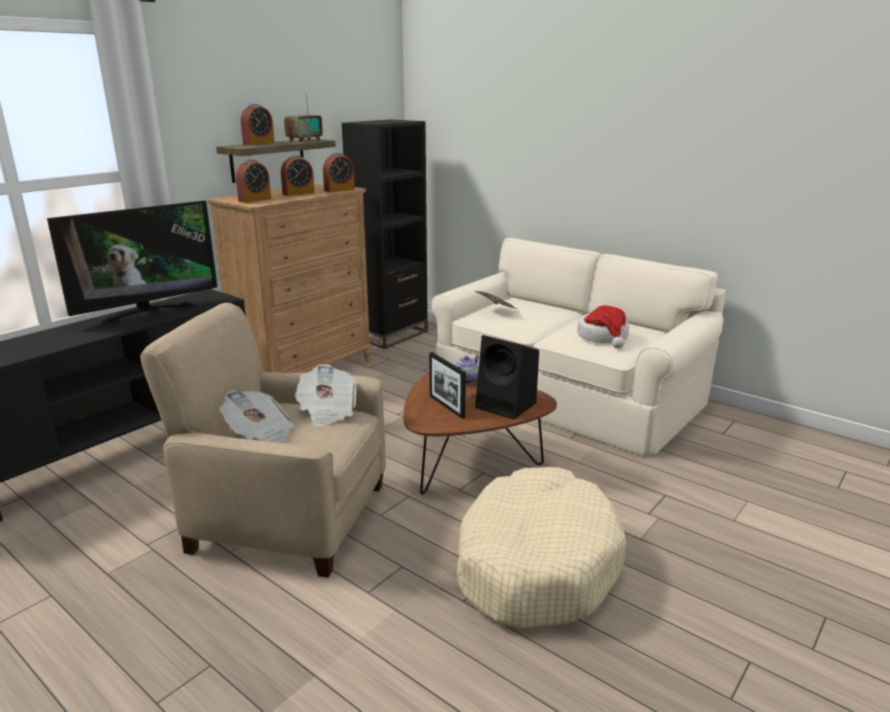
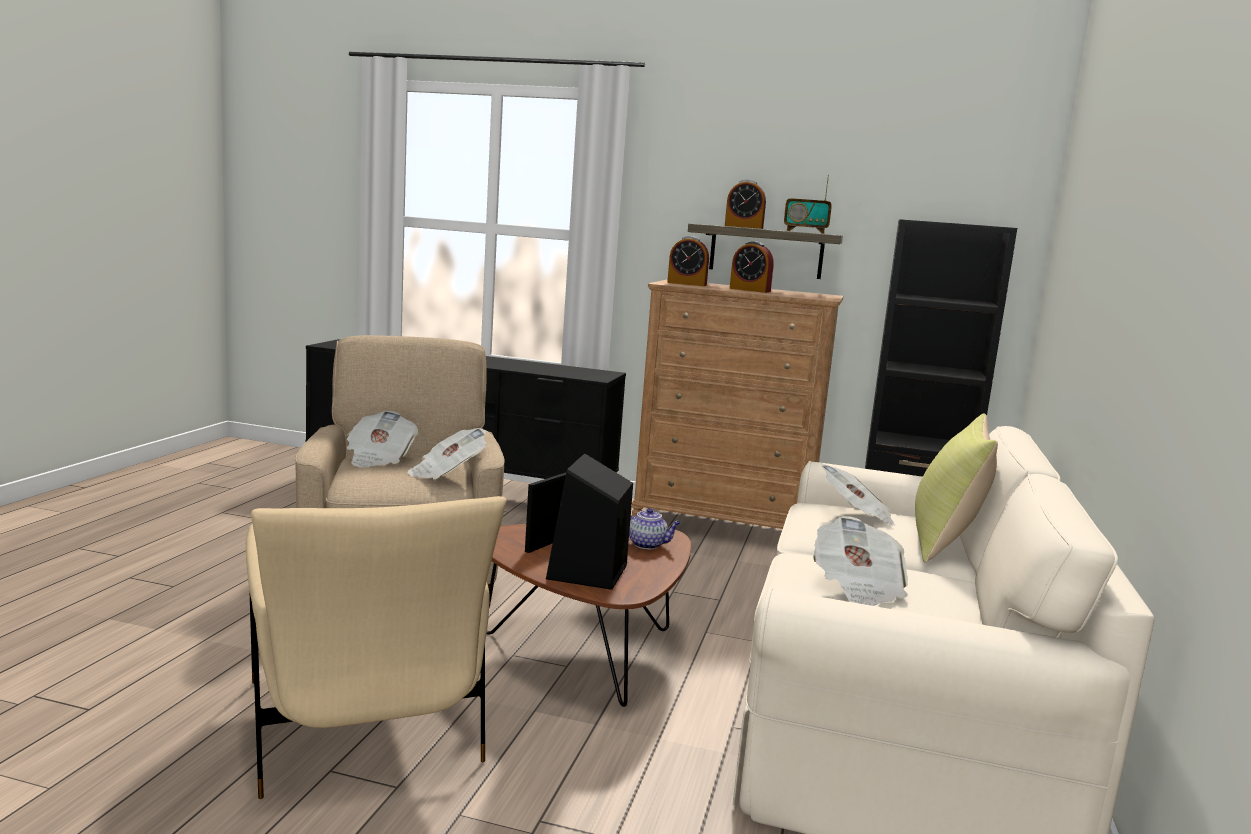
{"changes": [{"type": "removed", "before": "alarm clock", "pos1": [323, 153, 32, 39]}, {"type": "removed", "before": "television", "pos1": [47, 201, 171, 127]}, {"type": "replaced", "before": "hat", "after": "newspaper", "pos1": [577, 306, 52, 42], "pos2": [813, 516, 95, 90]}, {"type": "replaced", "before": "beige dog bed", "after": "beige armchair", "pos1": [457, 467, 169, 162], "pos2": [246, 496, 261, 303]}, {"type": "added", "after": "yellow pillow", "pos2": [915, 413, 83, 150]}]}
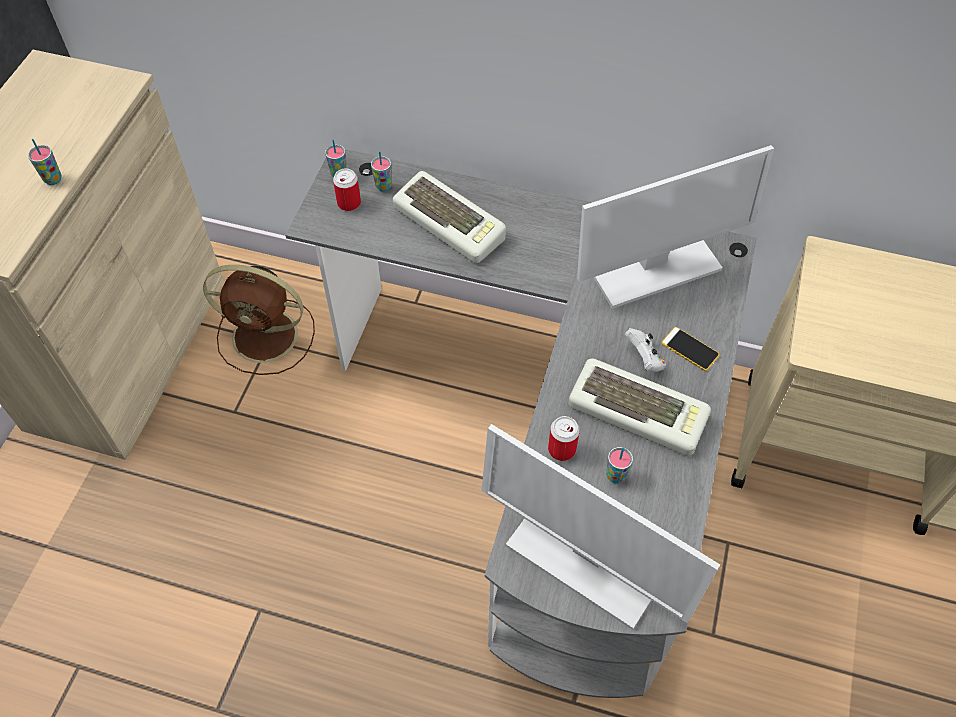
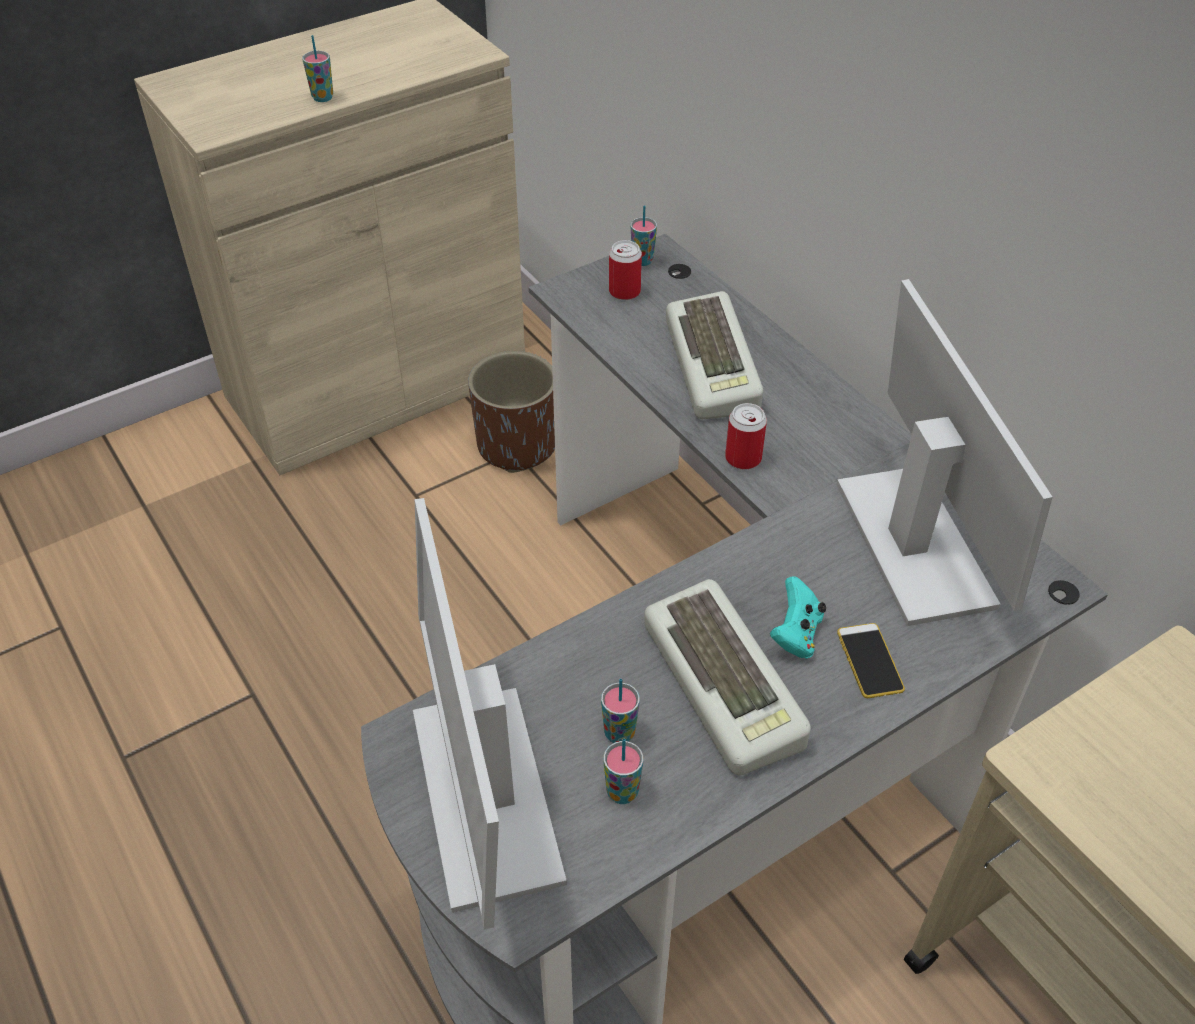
{"changes": [{"type": "turned", "before": "monitor", "pos1": [577, 145, 197, 164], "pos2": [836, 279, 217, 347], "turn": -120}, {"type": "moved", "before": "cup", "pos1": [371, 151, 21, 40], "pos2": [604, 738, 39, 66]}, {"type": "replaced", "before": "brown fan", "after": "brown planter", "pos1": [203, 265, 112, 110], "pos2": [468, 351, 87, 122]}, {"type": "recoloured", "before": "white game controller", "after": "turquoise game controller", "pos1": [625, 328, 41, 44], "pos2": [770, 576, 56, 83]}, {"type": "moved", "before": "can", "pos1": [548, 416, 32, 45], "pos2": [725, 403, 42, 67]}]}
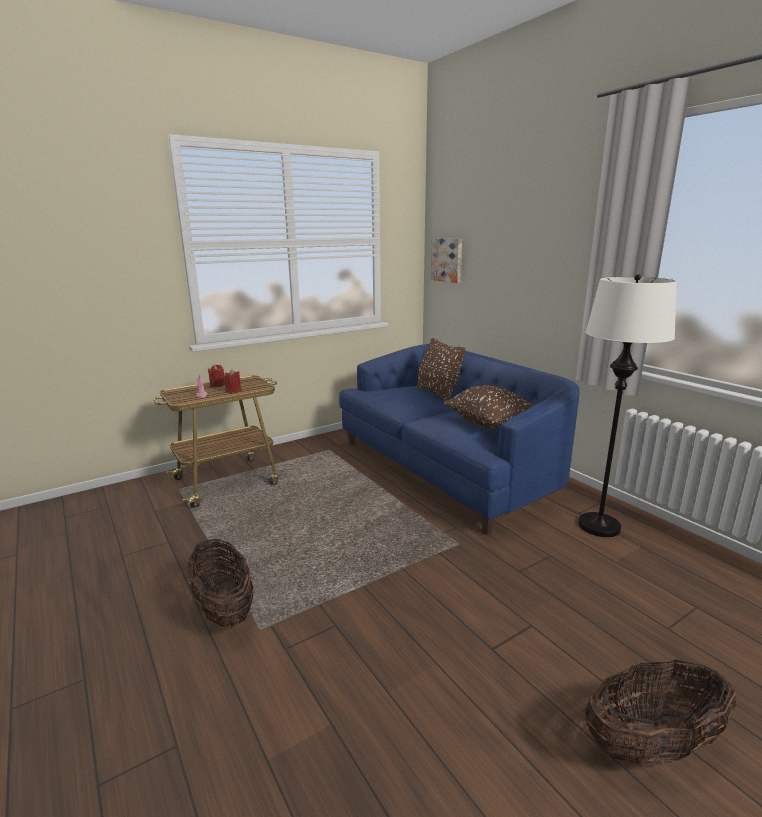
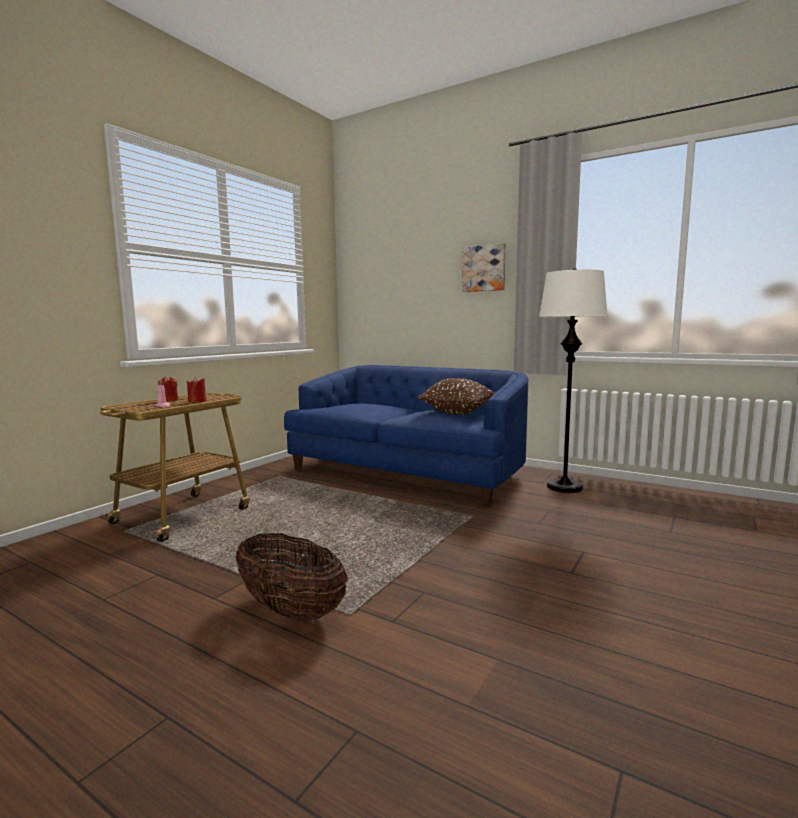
{"changes": [{"type": "moved", "before": "picture", "pos1": [431, 238, 31, 45], "pos2": [462, 243, 44, 49]}, {"type": "removed", "before": "brown pillow", "pos1": [417, 338, 48, 63]}, {"type": "removed", "before": "basket", "pos1": [585, 659, 151, 107]}]}
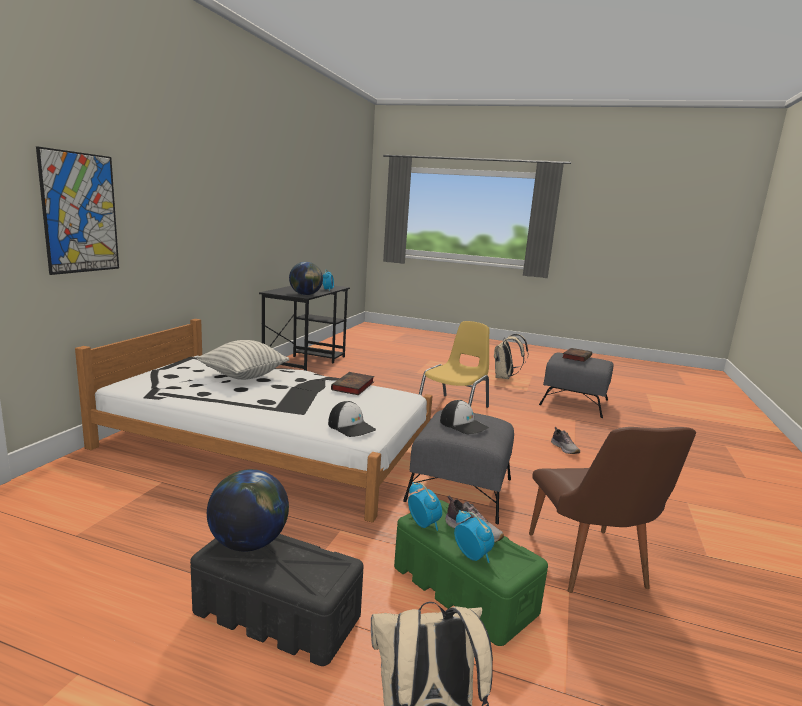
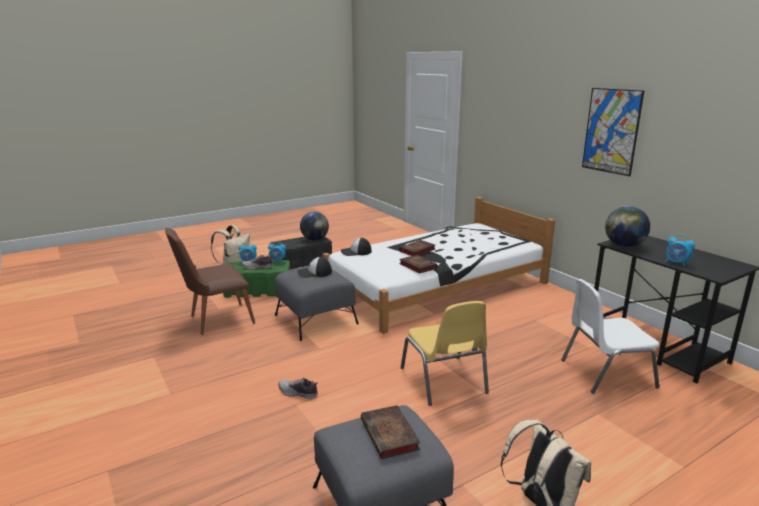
{"changes": [{"type": "moved", "before": "picture", "pos1": [36, 146, 83, 129], "pos2": [582, 88, 62, 88]}, {"type": "removed", "before": "pillow", "pos1": [196, 340, 93, 40]}, {"type": "turned", "before": "brown chair", "pos1": [529, 427, 167, 166], "pos2": [165, 228, 90, 107], "turn": -60}, {"type": "added", "after": "book", "pos2": [399, 240, 36, 16]}, {"type": "added", "after": "white chair", "pos2": [561, 279, 98, 115]}]}
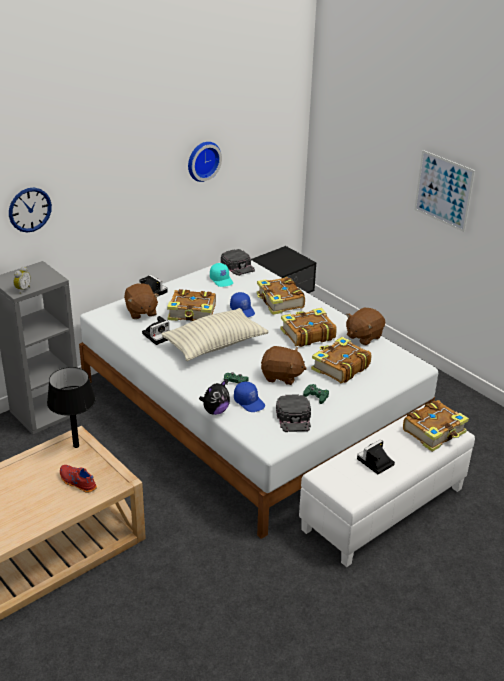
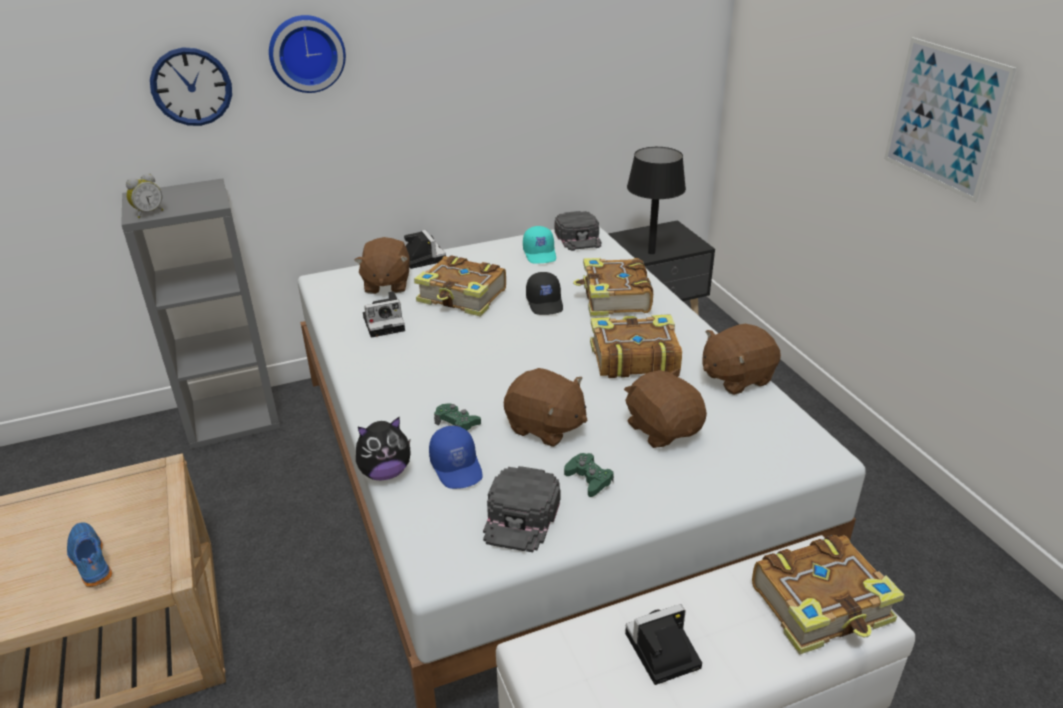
{"changes": [{"type": "moved", "before": "wall clock", "pos1": [188, 142, 34, 40], "pos2": [269, 15, 77, 78]}, {"type": "recoloured", "before": "blue cap", "after": "black cap", "pos1": [230, 292, 25, 25], "pos2": [526, 272, 37, 43]}, {"type": "removed", "before": "pillow", "pos1": [161, 308, 107, 53]}, {"type": "replaced", "before": "book", "after": "brown plush toy", "pos1": [311, 337, 60, 46], "pos2": [624, 368, 83, 80]}, {"type": "moved", "before": "black table lamp", "pos1": [47, 367, 48, 81], "pos2": [627, 147, 59, 107]}, {"type": "recoloured", "before": "red shoe", "after": "blue shoe", "pos1": [60, 465, 37, 28], "pos2": [67, 522, 45, 65]}]}
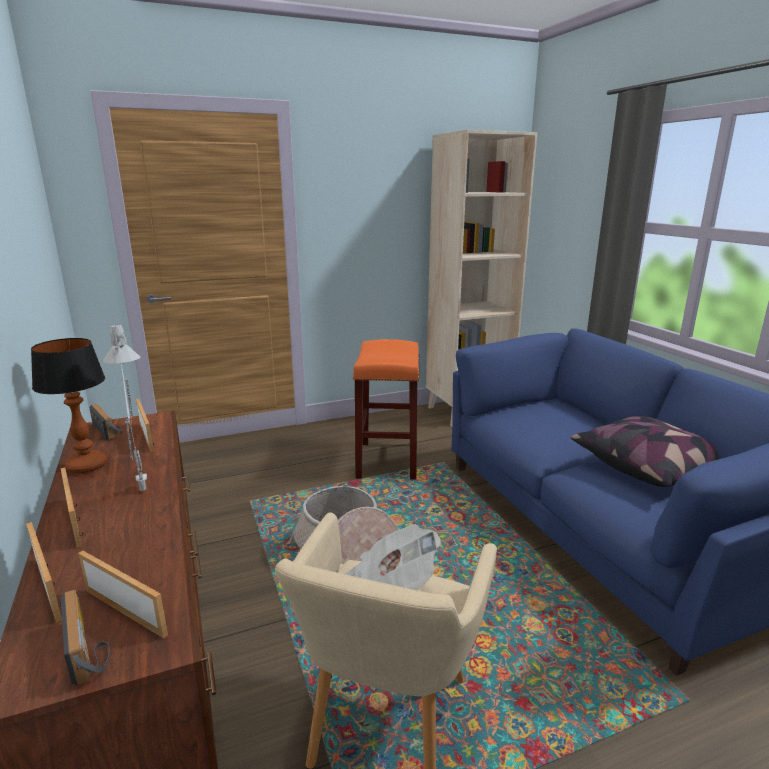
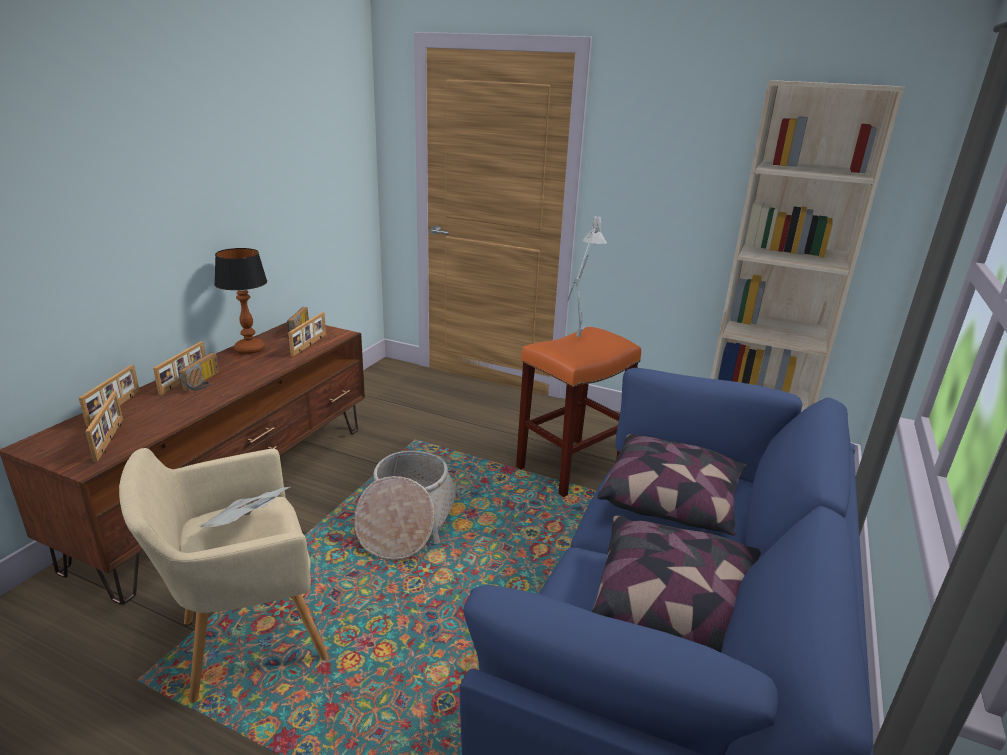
{"changes": [{"type": "moved", "before": "grey table lamp", "pos1": [103, 323, 44, 168], "pos2": [566, 215, 41, 122]}, {"type": "moved", "before": "radio", "pos1": [61, 590, 49, 96], "pos2": [178, 353, 41, 39]}, {"type": "added", "after": "pillow", "pos2": [597, 434, 150, 102]}]}
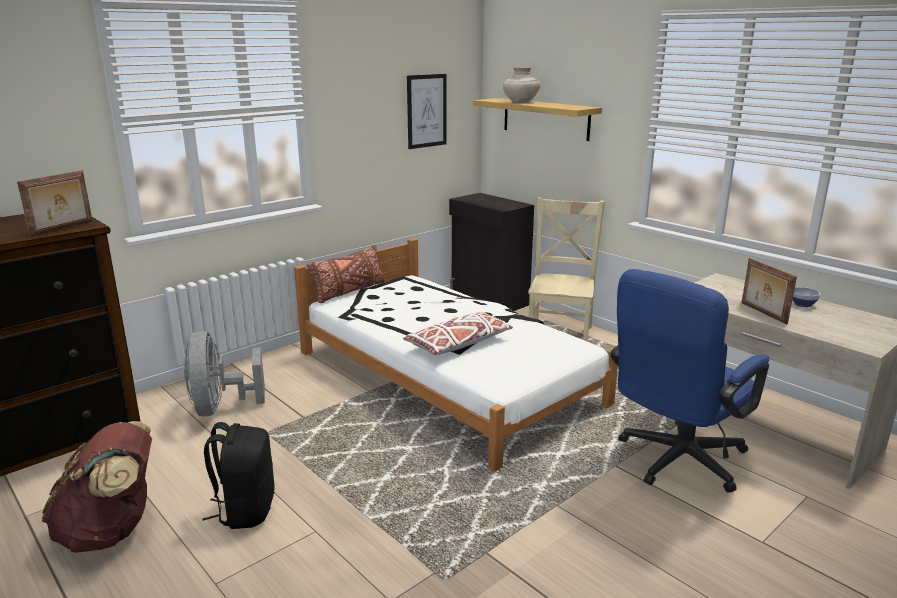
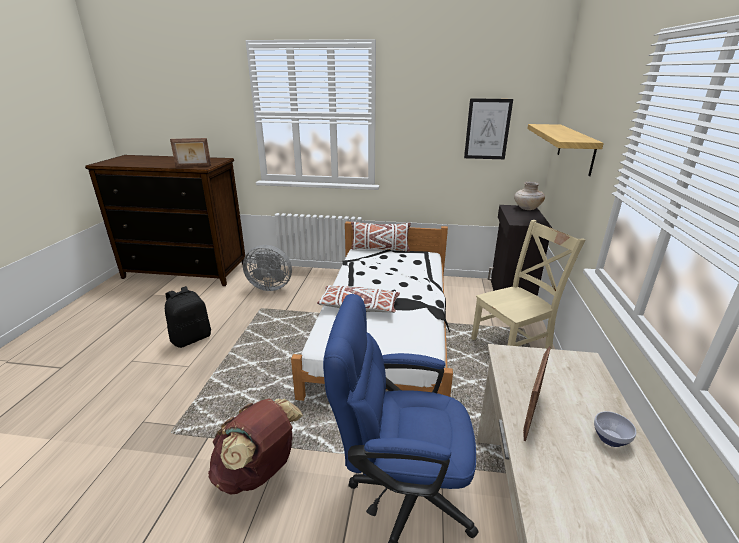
{"changes": [{"type": "moved", "before": "beige vase", "pos1": [503, 67, 37, 36], "pos2": [514, 182, 31, 28]}, {"type": "recoloured", "before": "brown pillow", "after": "white pillow", "pos1": [307, 245, 79, 58], "pos2": [351, 222, 60, 30]}, {"type": "turned", "before": "grey fan", "pos1": [184, 331, 81, 85], "pos2": [243, 245, 49, 46], "turn": -120}, {"type": "moved", "before": "brown backpack", "pos1": [42, 421, 110, 132], "pos2": [208, 398, 95, 97]}]}
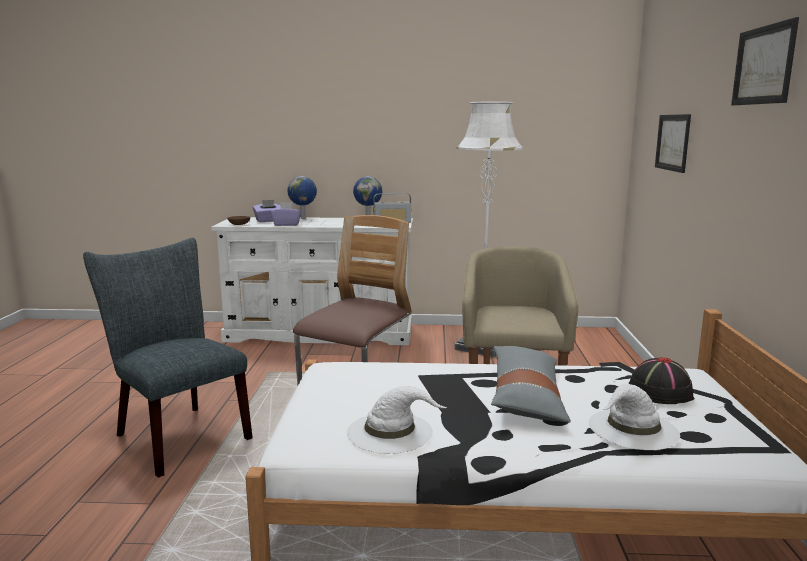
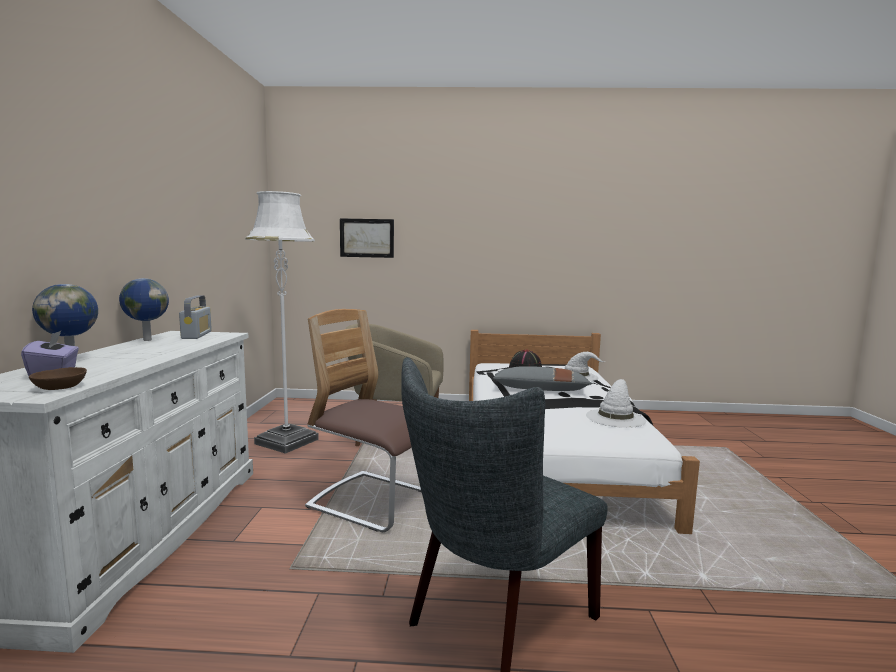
{"changes": [{"type": "removed", "before": "picture", "pos1": [731, 17, 68, 88]}, {"type": "removed", "before": "purple tissue box", "pos1": [271, 202, 30, 24]}]}
